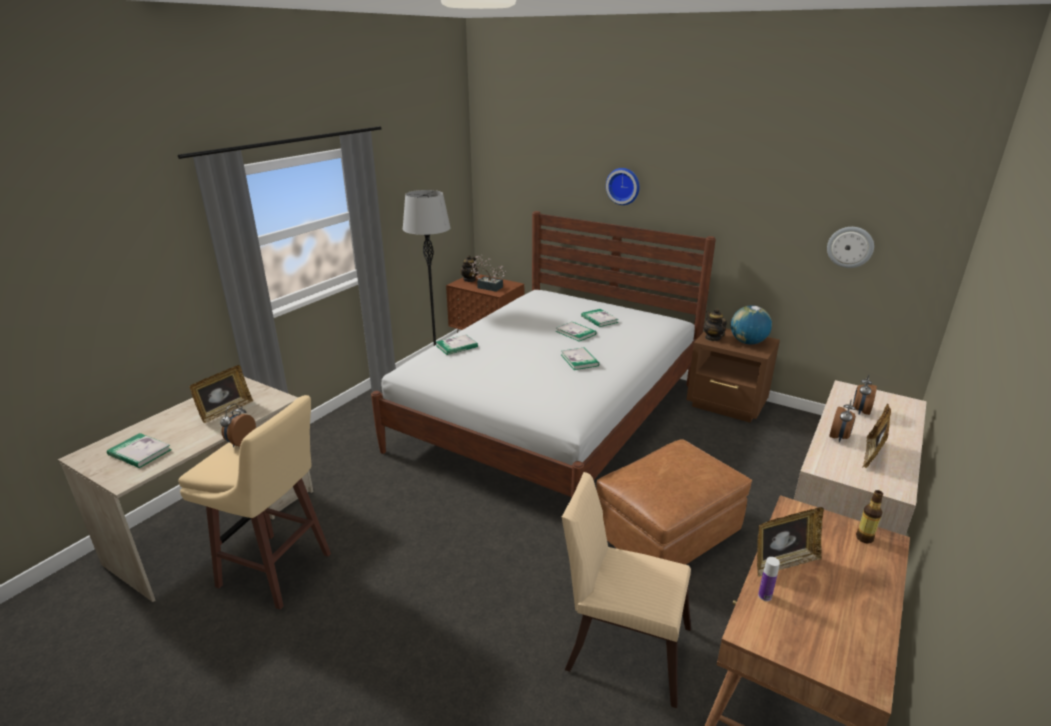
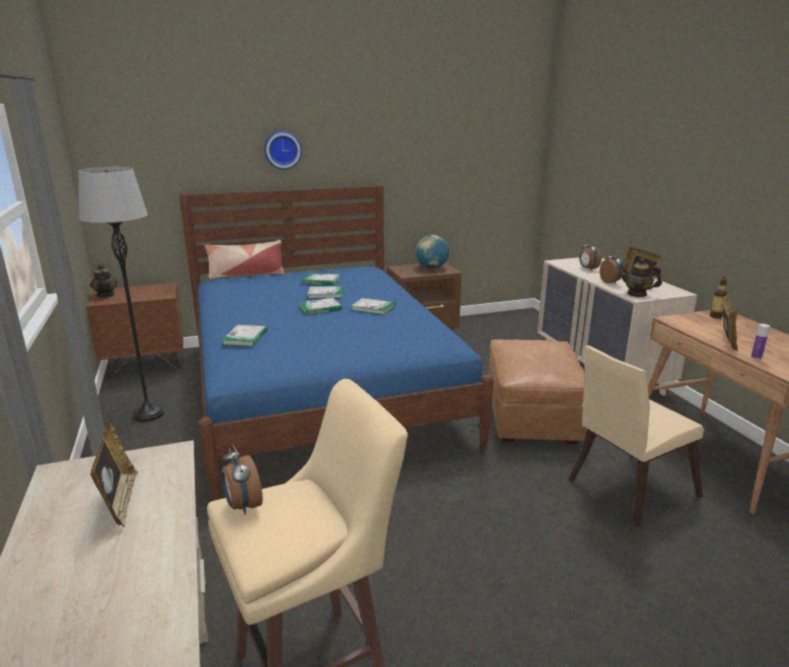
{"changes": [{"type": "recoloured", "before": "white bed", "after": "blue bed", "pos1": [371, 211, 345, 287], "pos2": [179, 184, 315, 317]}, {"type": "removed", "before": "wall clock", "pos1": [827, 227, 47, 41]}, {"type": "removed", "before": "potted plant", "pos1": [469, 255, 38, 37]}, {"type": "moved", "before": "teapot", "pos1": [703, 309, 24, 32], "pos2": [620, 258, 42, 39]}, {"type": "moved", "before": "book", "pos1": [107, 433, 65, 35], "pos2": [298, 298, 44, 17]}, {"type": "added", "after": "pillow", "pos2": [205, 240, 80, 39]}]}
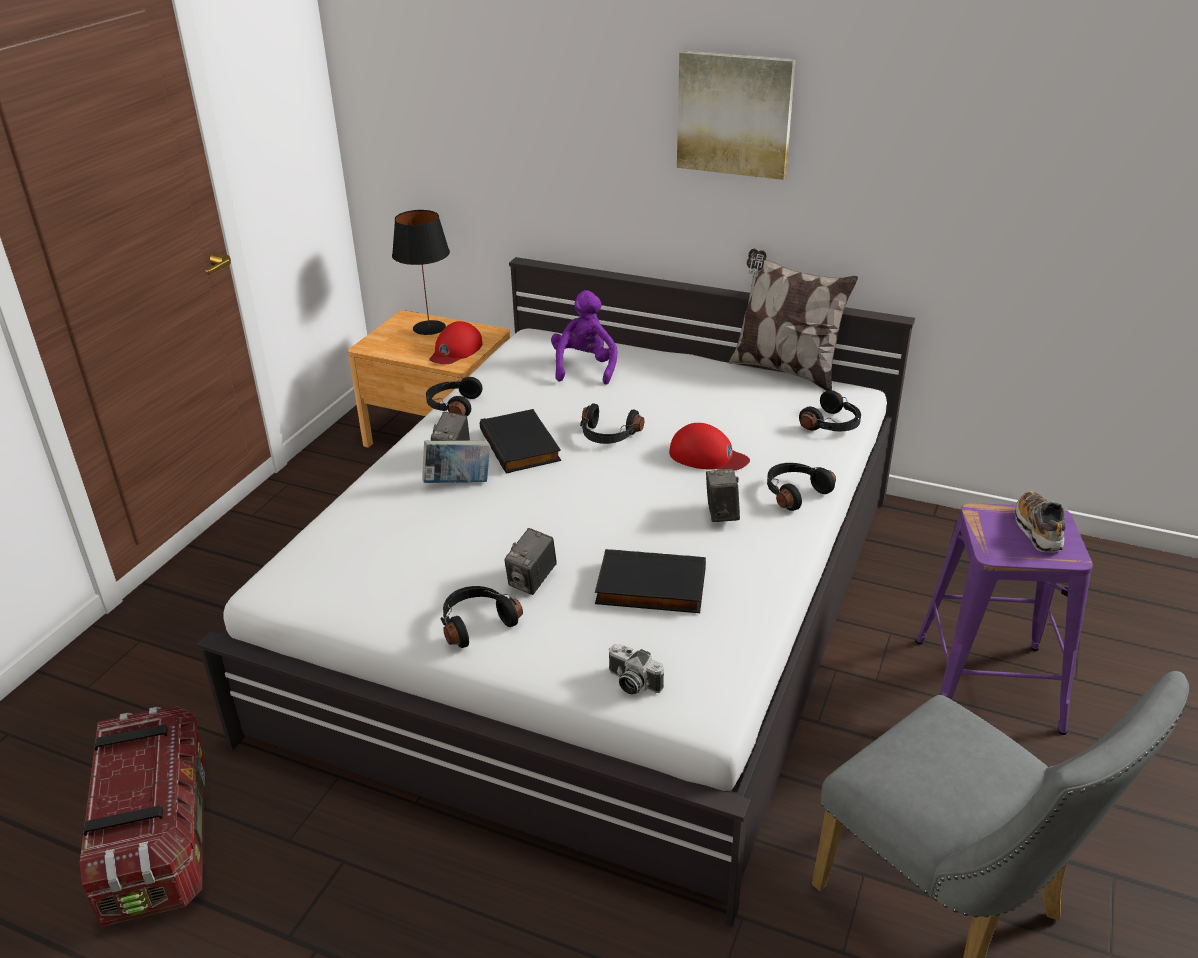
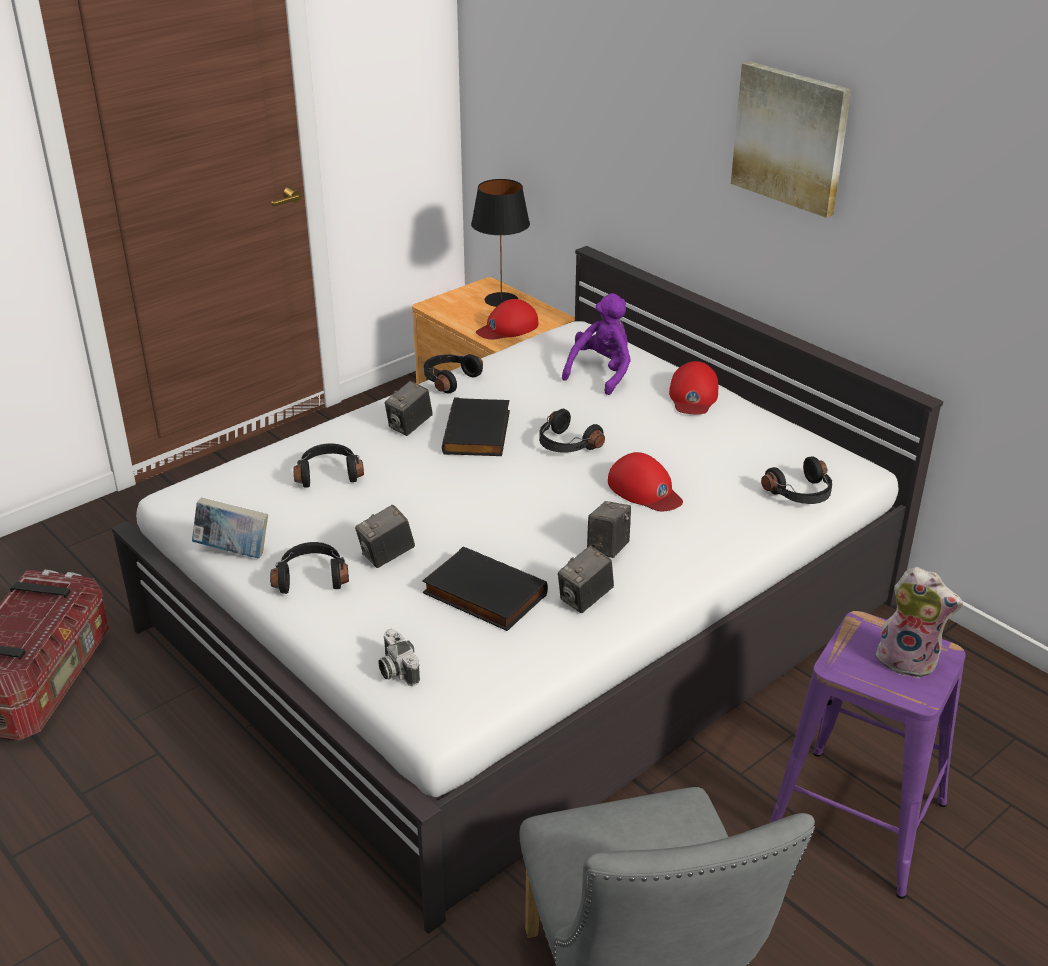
{"changes": [{"type": "removed", "before": "pillow", "pos1": [729, 249, 129, 142]}, {"type": "moved", "before": "book", "pos1": [422, 440, 68, 43], "pos2": [192, 497, 76, 61]}, {"type": "moved", "before": "black headphones", "pos1": [767, 463, 69, 48], "pos2": [293, 443, 71, 44]}, {"type": "replaced", "before": "shoe", "after": "plush toy", "pos1": [1015, 491, 51, 62], "pos2": [873, 567, 90, 112]}, {"type": "added", "after": "red cap", "pos2": [669, 361, 49, 54]}, {"type": "added", "after": "photo camera", "pos2": [558, 546, 56, 67]}]}
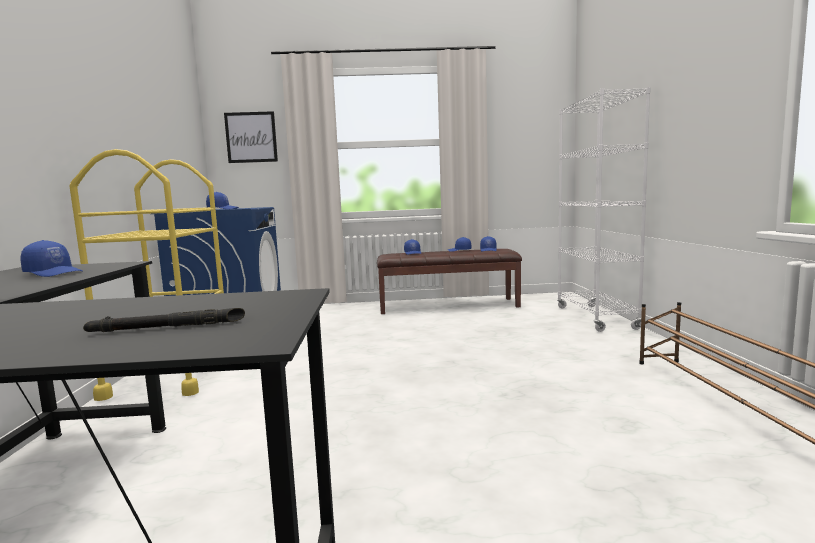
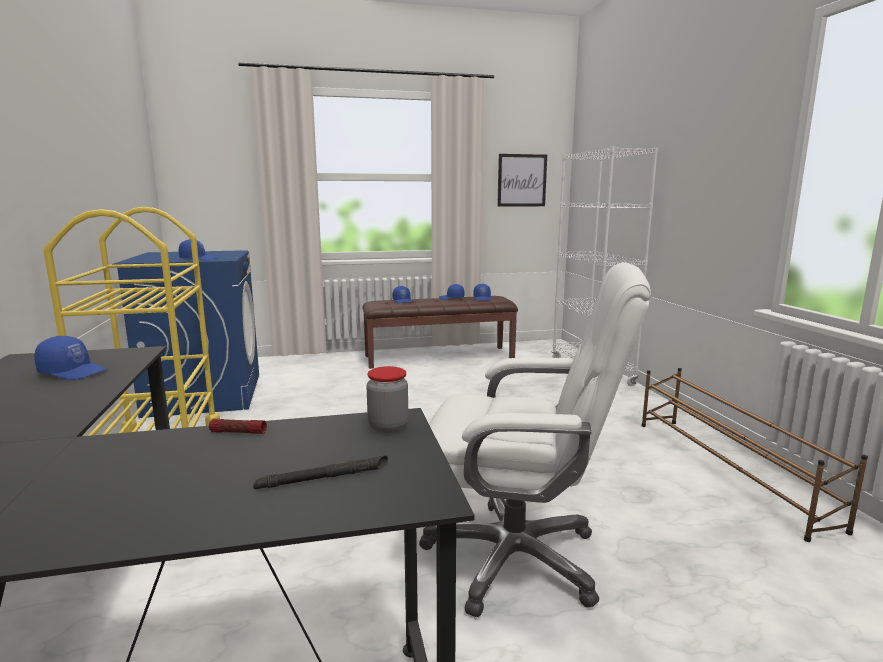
{"changes": [{"type": "moved", "before": "picture", "pos1": [224, 111, 54, 52], "pos2": [497, 154, 50, 52]}, {"type": "added", "after": "white office chair", "pos2": [419, 263, 232, 354]}, {"type": "added", "after": "jar", "pos2": [366, 366, 42, 67]}, {"type": "added", "after": "flashlight", "pos2": [209, 419, 58, 15]}]}
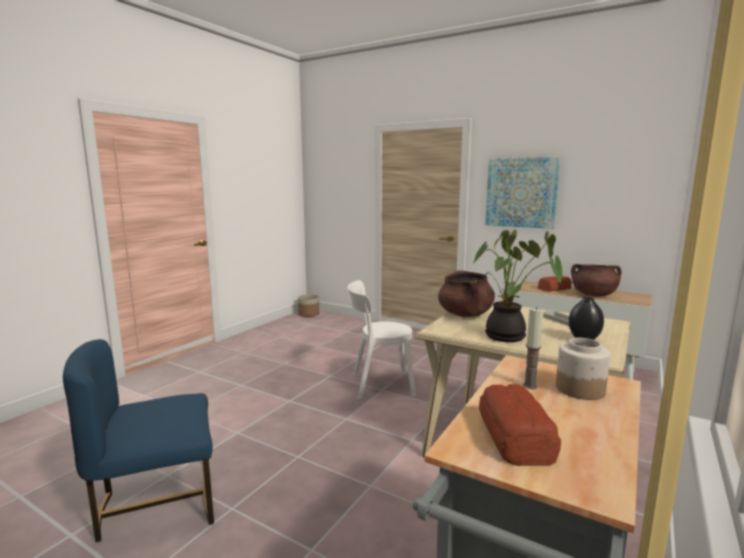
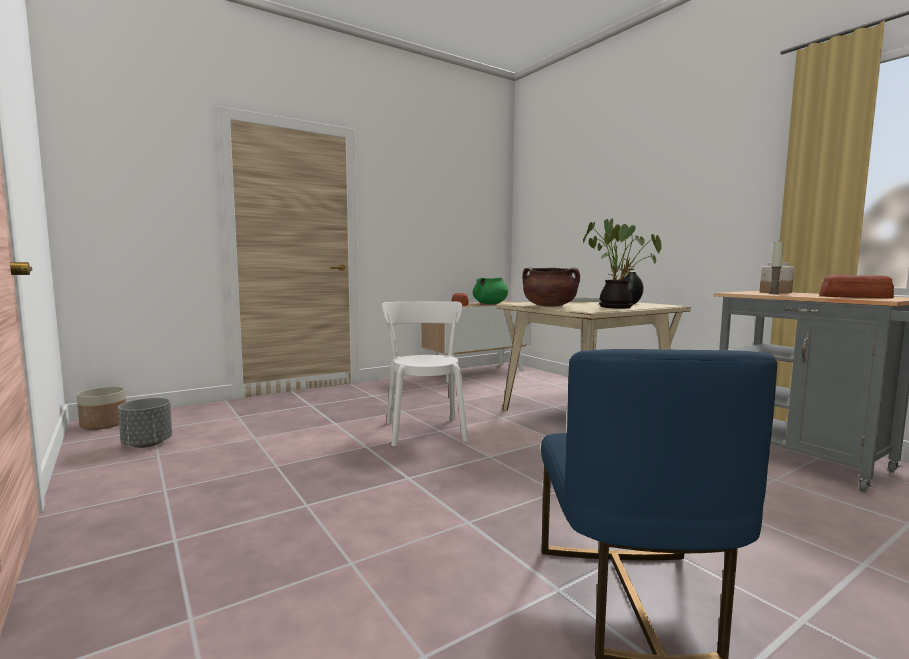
{"changes": [{"type": "removed", "before": "picture", "pos1": [485, 157, 76, 72]}, {"type": "recoloured", "before": "brown cooking pot", "after": "green cooking pot", "pos1": [571, 264, 50, 32], "pos2": [473, 277, 35, 27]}, {"type": "turned", "before": "white chair", "pos1": [347, 280, 69, 120], "pos2": [382, 301, 87, 145], "turn": 150}, {"type": "added", "after": "grey planter", "pos2": [118, 398, 54, 50]}]}
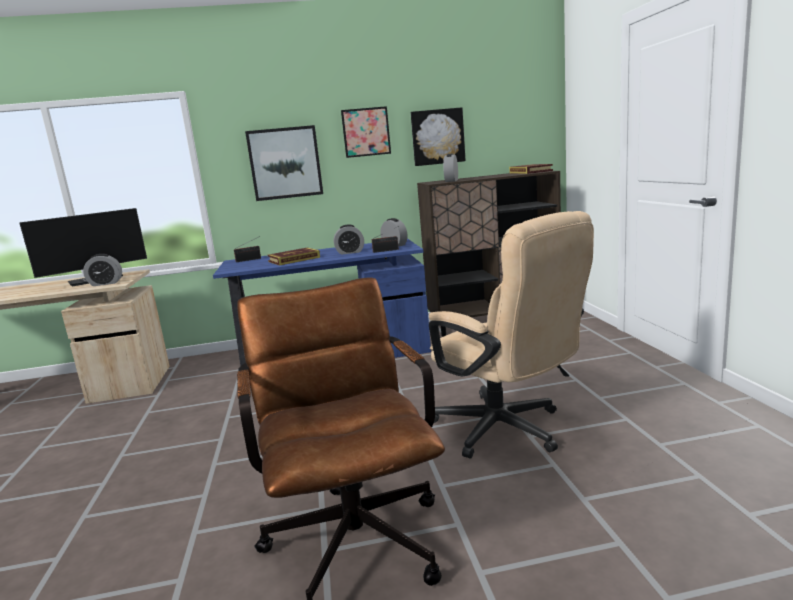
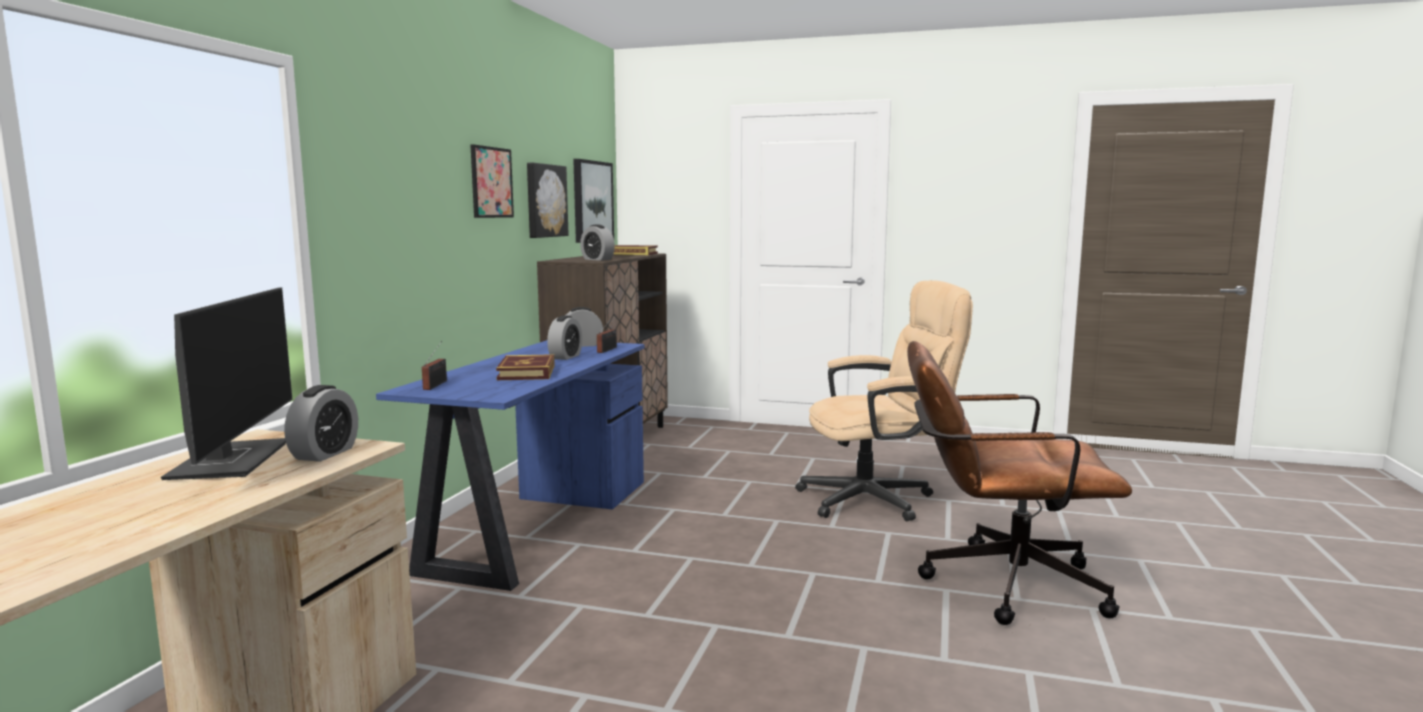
{"changes": [{"type": "moved", "before": "picture", "pos1": [245, 125, 78, 76], "pos2": [573, 159, 41, 84]}]}
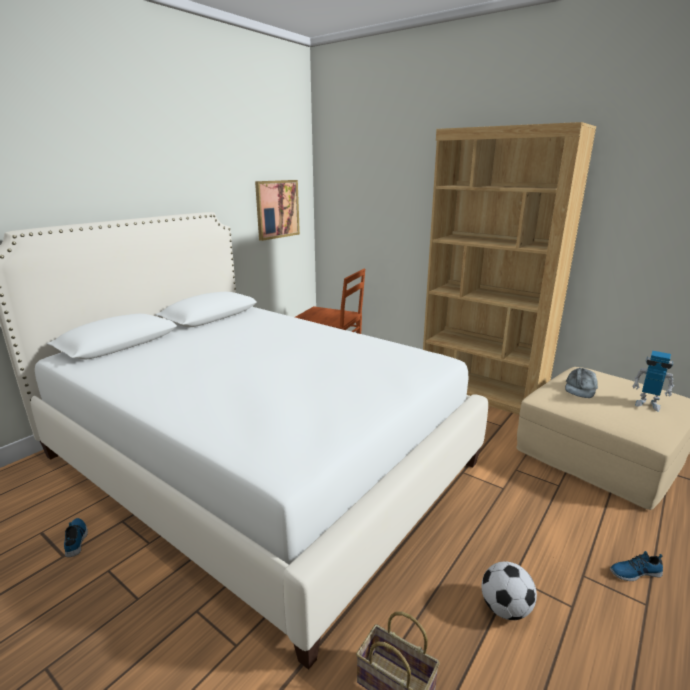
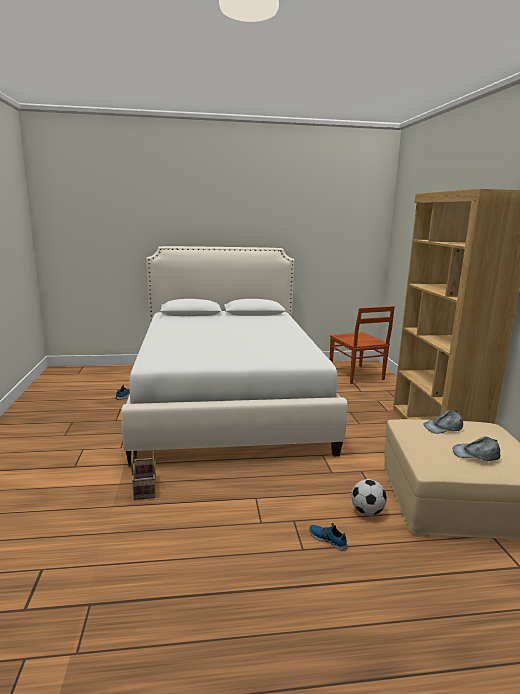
{"changes": [{"type": "removed", "before": "picture", "pos1": [255, 180, 45, 61]}, {"type": "replaced", "before": "toy robot", "after": "grey cap", "pos1": [633, 351, 41, 61], "pos2": [453, 436, 48, 25]}, {"type": "moved", "before": "football", "pos1": [482, 561, 55, 59], "pos2": [351, 479, 36, 37]}]}
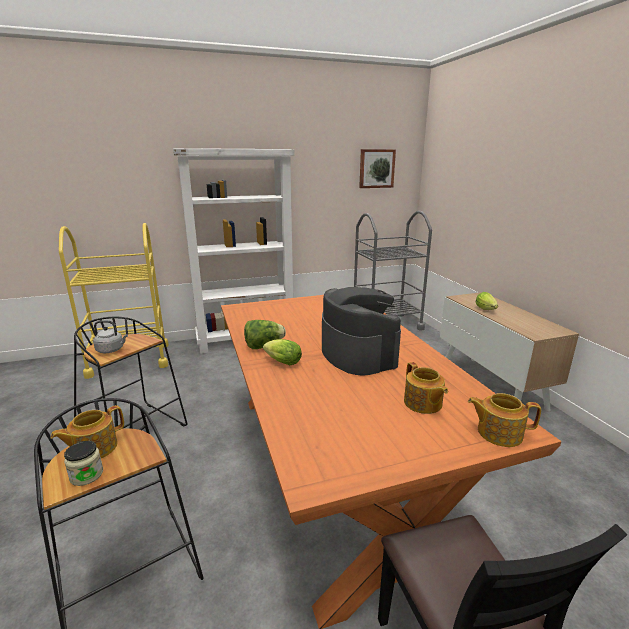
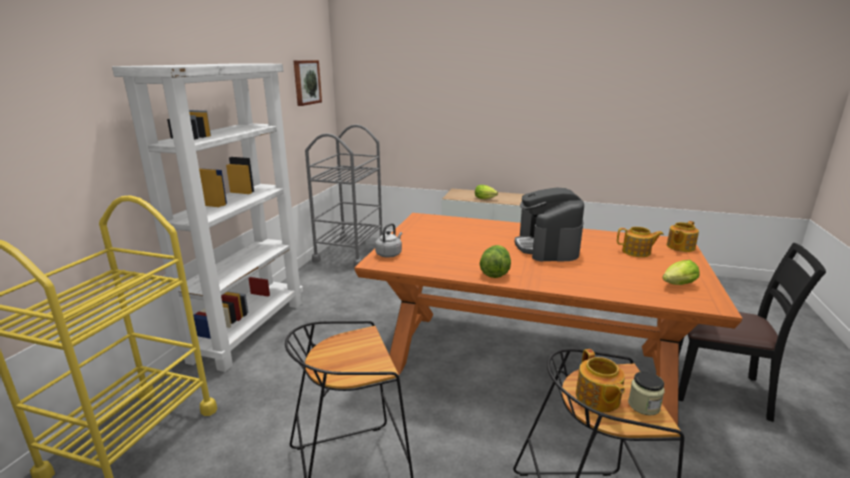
{"changes": [{"type": "turned", "before": "coffee machine", "pos1": [322, 287, 79, 89], "pos2": [515, 188, 69, 74], "turn": -105}, {"type": "moved", "before": "grey kettle", "pos1": [93, 320, 35, 33], "pos2": [375, 223, 27, 35]}, {"type": "moved", "before": "lettuce", "pos1": [263, 339, 39, 26], "pos2": [663, 260, 37, 25]}]}
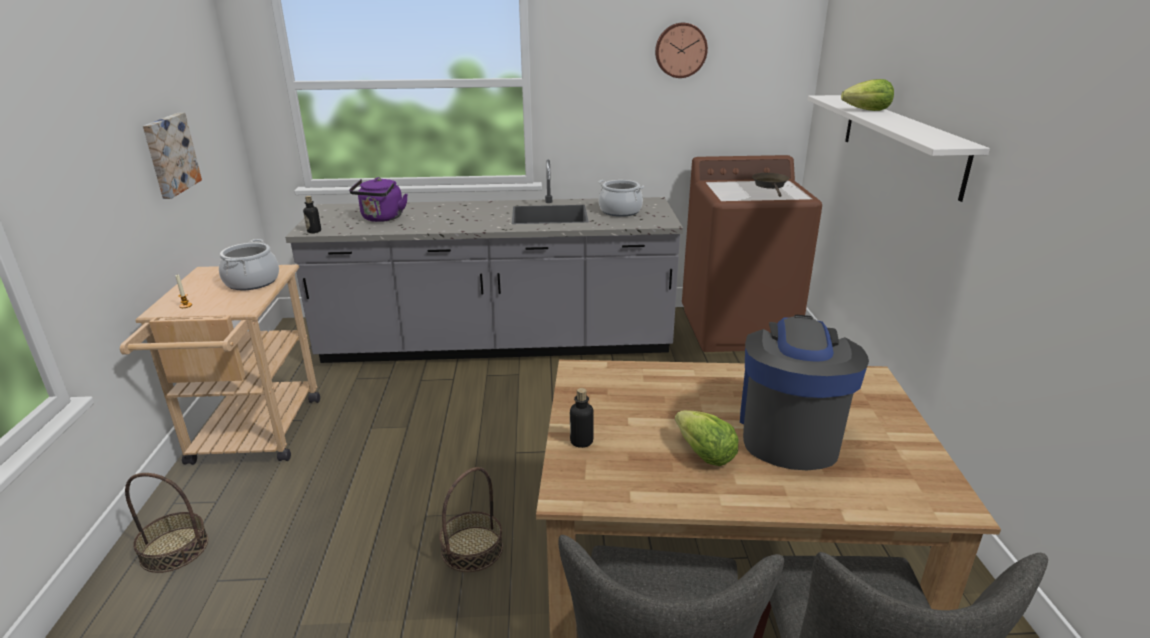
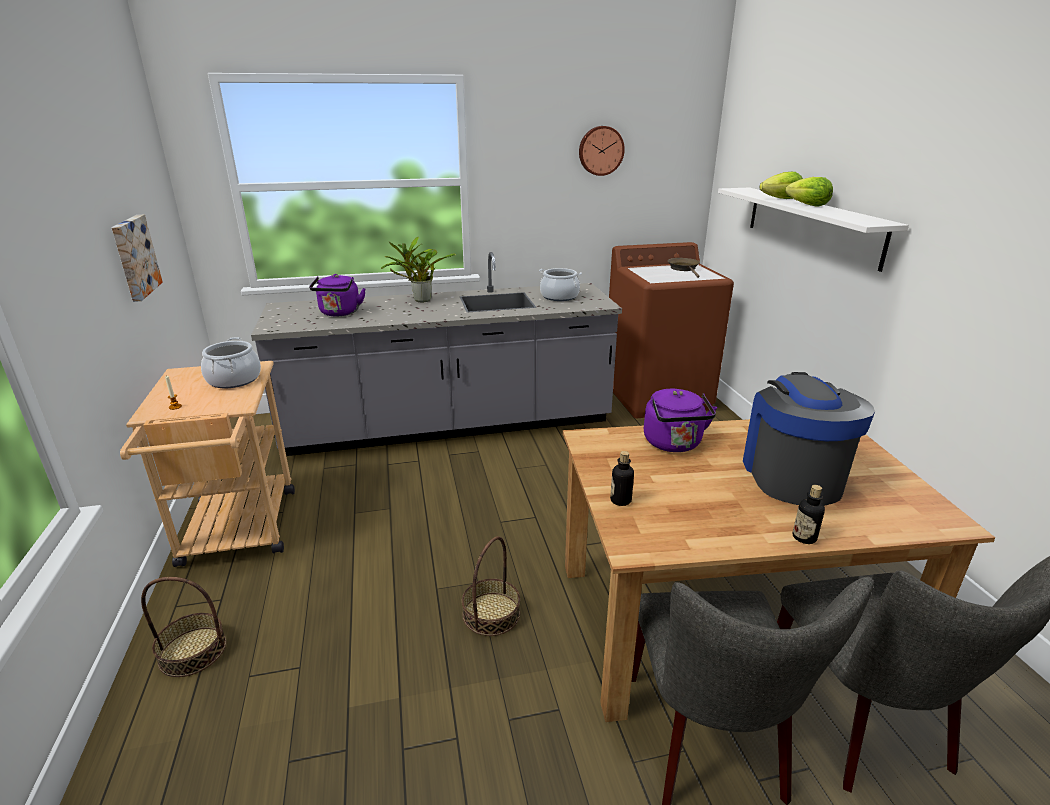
{"changes": [{"type": "moved", "before": "bottle", "pos1": [303, 196, 18, 37], "pos2": [792, 485, 33, 59]}, {"type": "moved", "before": "lettuce", "pos1": [675, 410, 64, 56], "pos2": [785, 177, 48, 30]}, {"type": "added", "after": "potted plant", "pos2": [381, 237, 75, 66]}, {"type": "added", "after": "purple kettle", "pos2": [644, 389, 73, 63]}]}
